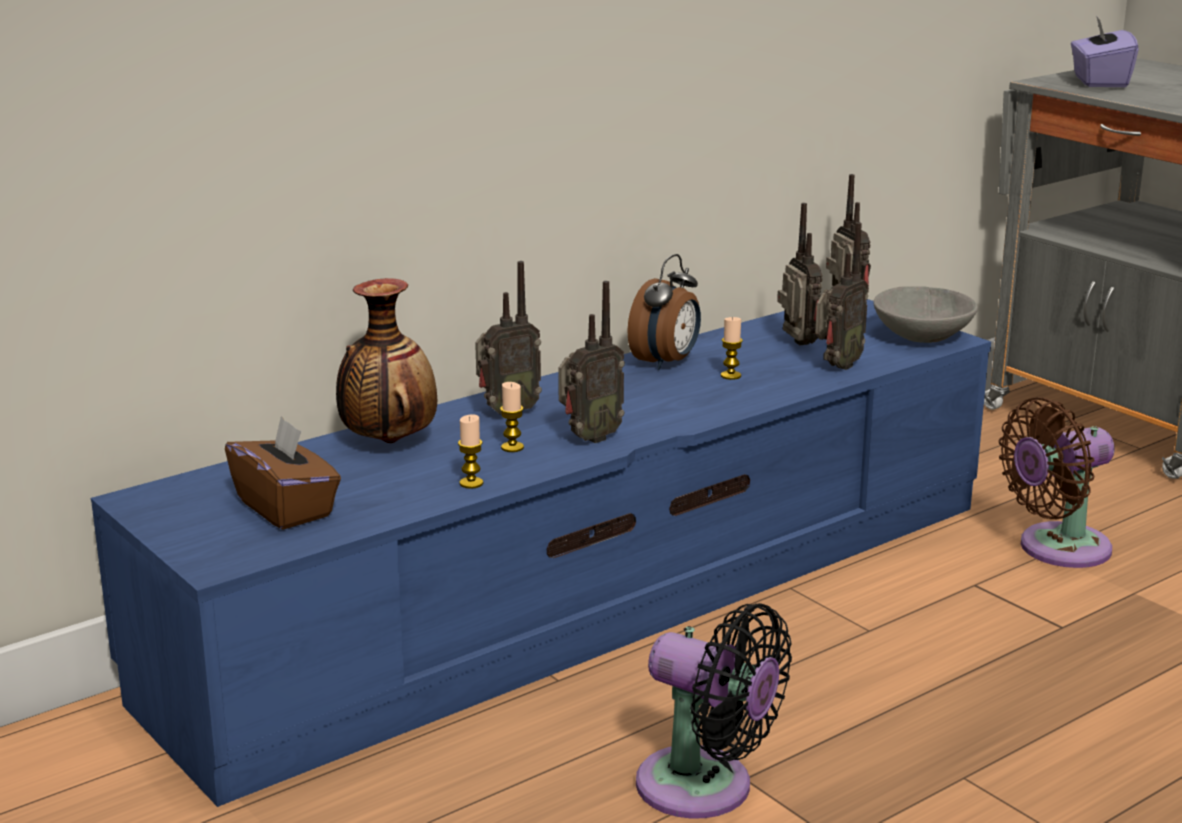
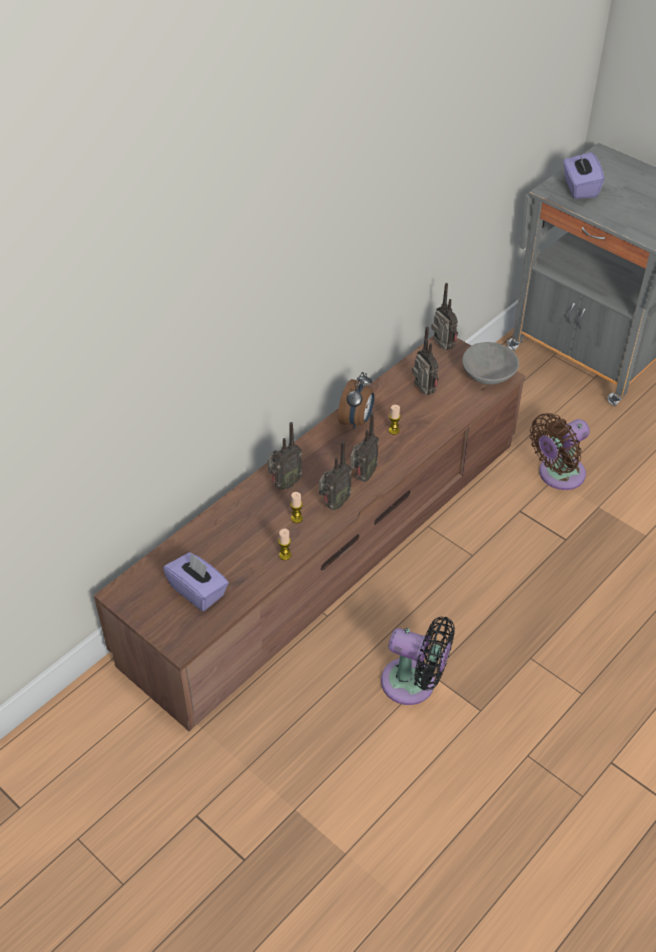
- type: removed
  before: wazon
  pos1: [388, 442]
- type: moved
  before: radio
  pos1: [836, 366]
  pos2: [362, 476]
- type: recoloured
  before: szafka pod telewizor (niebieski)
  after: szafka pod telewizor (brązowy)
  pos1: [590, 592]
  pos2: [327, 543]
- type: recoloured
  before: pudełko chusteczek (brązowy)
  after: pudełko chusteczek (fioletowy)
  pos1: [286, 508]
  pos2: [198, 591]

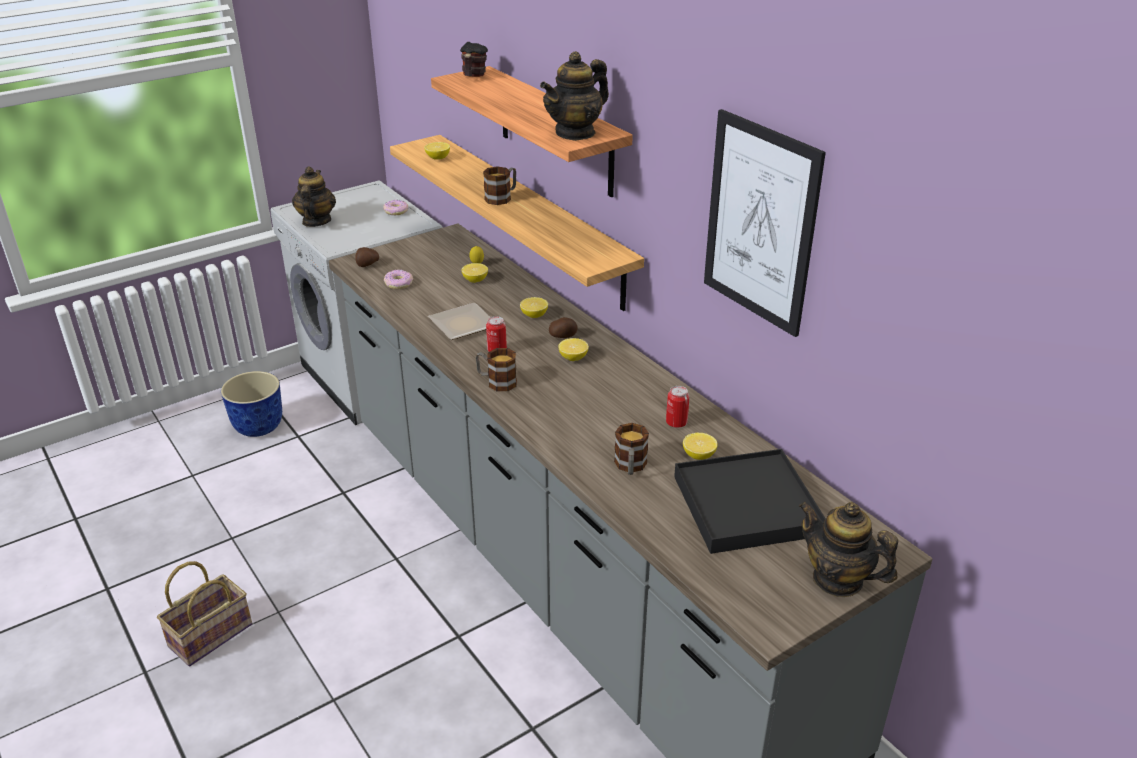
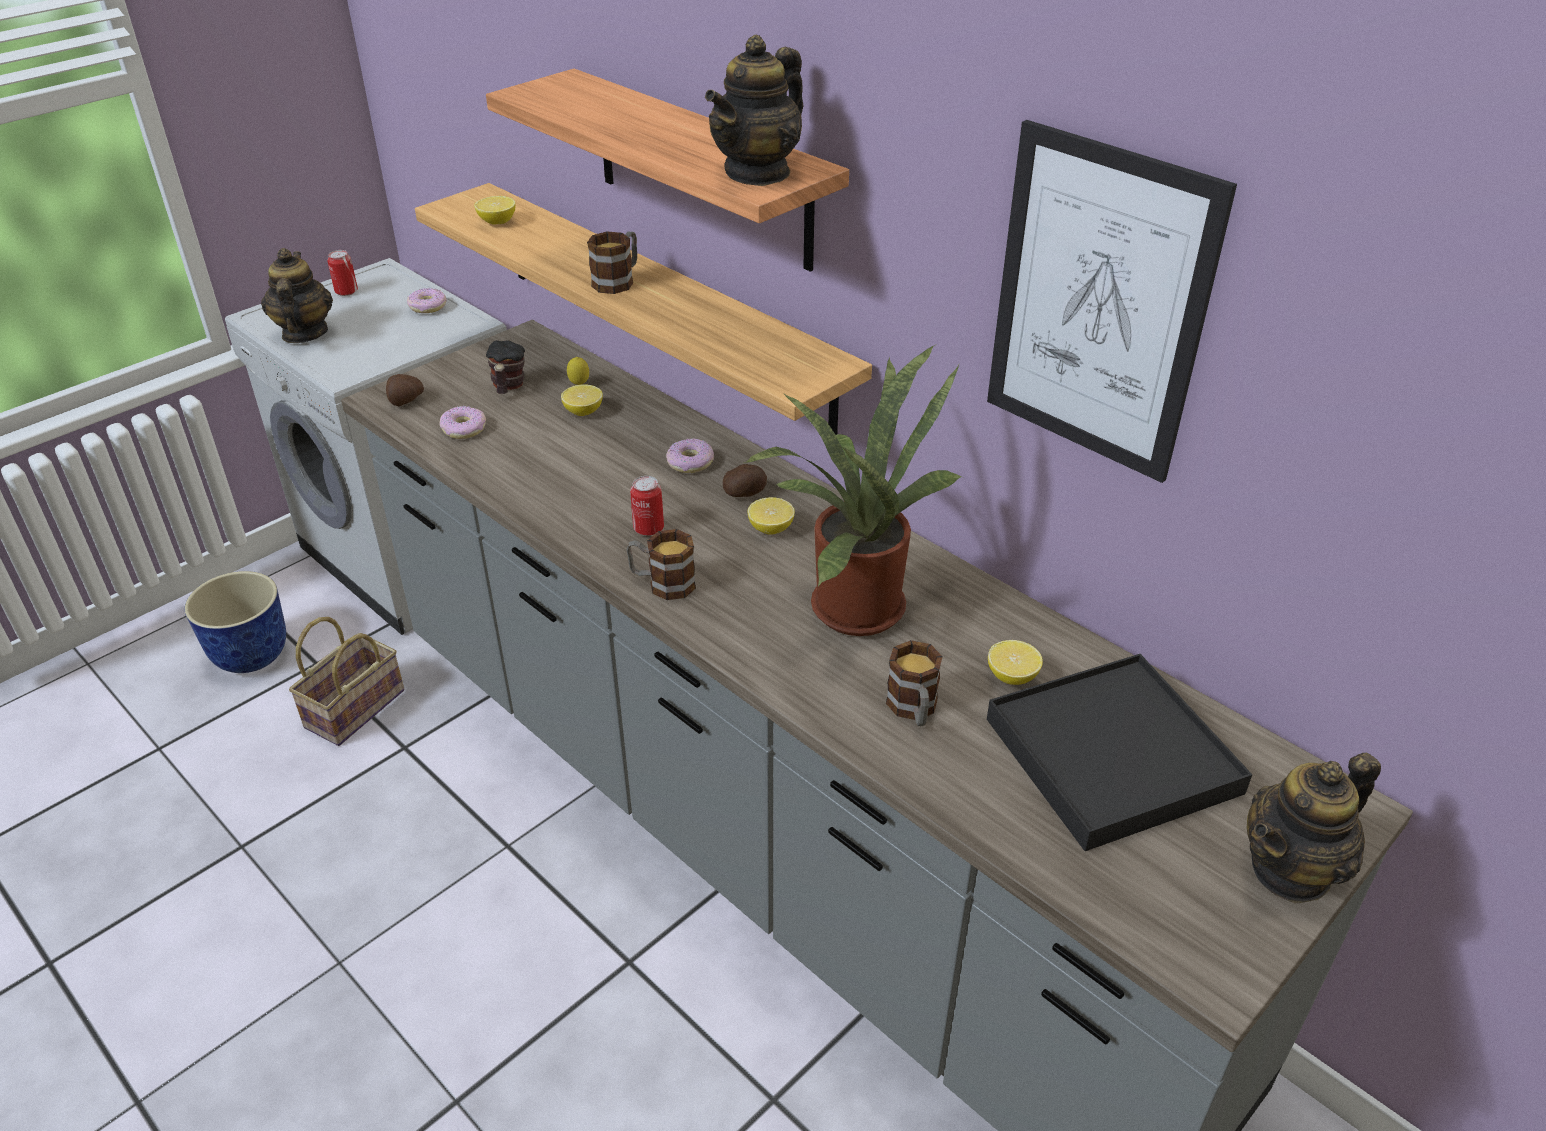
- type: removed
  before: talerz
  pos1: [464, 323]
- type: added
  after: roślina doniczkowa
  pos2: [851, 603]
- type: moved
  before: koszyk
  pos1: [211, 633]
  pos2: [355, 706]
- type: moved
  before: kubek
  pos1: [473, 76]
  pos2: [507, 387]
- type: moved
  before: puszka
  pos1: [676, 423]
  pos2: [346, 292]
- type: replaced
  before: cytryna
  after: donut
  pos1: [534, 315]
  pos2: [690, 462]
- type: turned
  before: imbryk
  pos1: [838, 579]
  pos2: [1291, 870]
  turn: -60

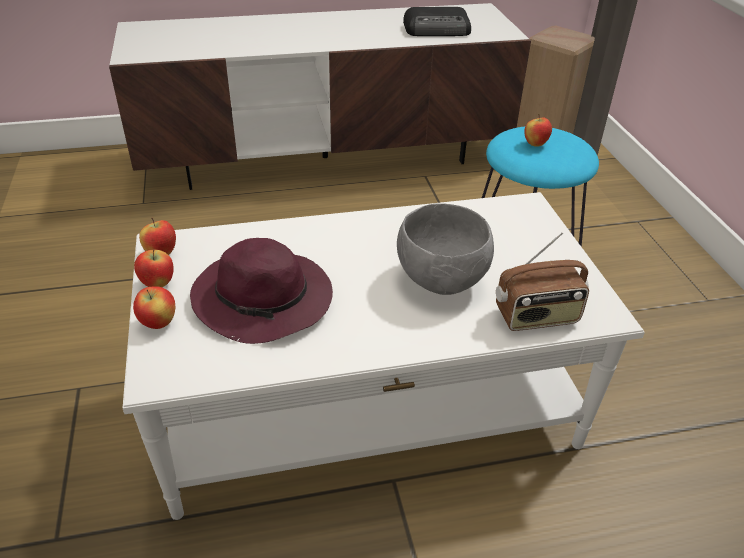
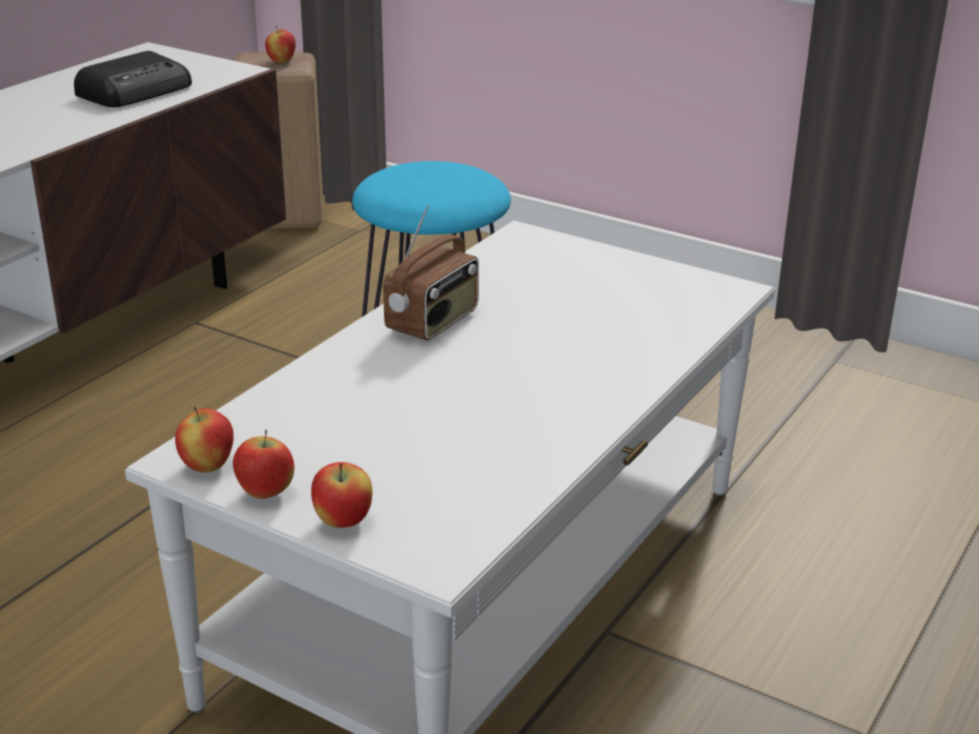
- type: removed
  before: kapelusz (fioletowy)
  pos1: [265, 301]
- type: removed
  before: miska (szary)
  pos1: [441, 279]
- type: moved
  before: radio
  pos1: [537, 317]
  pos2: [433, 322]
- type: moved
  before: jabłko
  pos1: [535, 144]
  pos2: [281, 62]

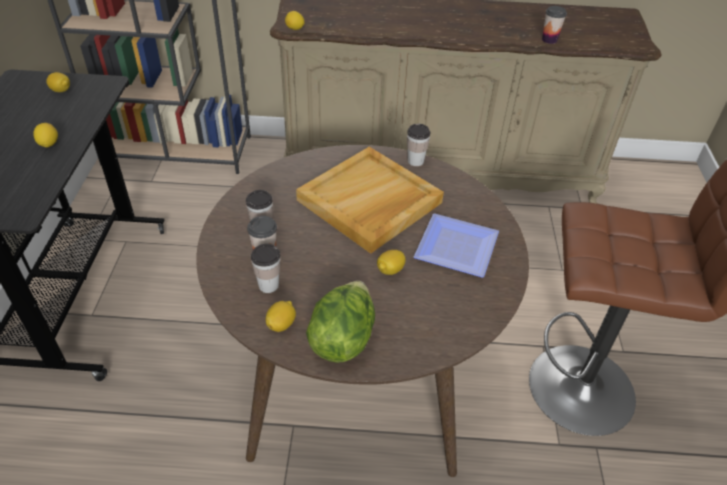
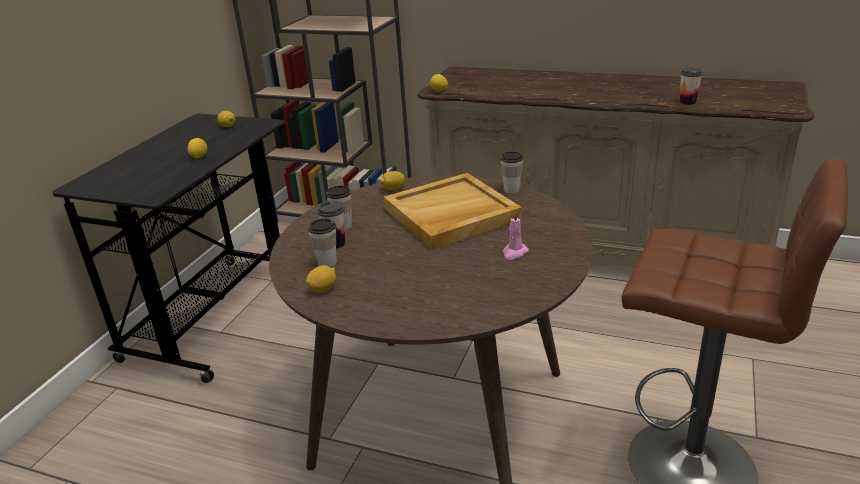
- type: removed
  before: sałata
  pos1: [342, 338]
- type: moved
  before: cytryna
  pos1: [390, 270]
  pos2: [393, 189]
- type: replaced
  before: talerz
  after: świeca (różowy)
  pos1: [453, 248]
  pos2: [514, 253]

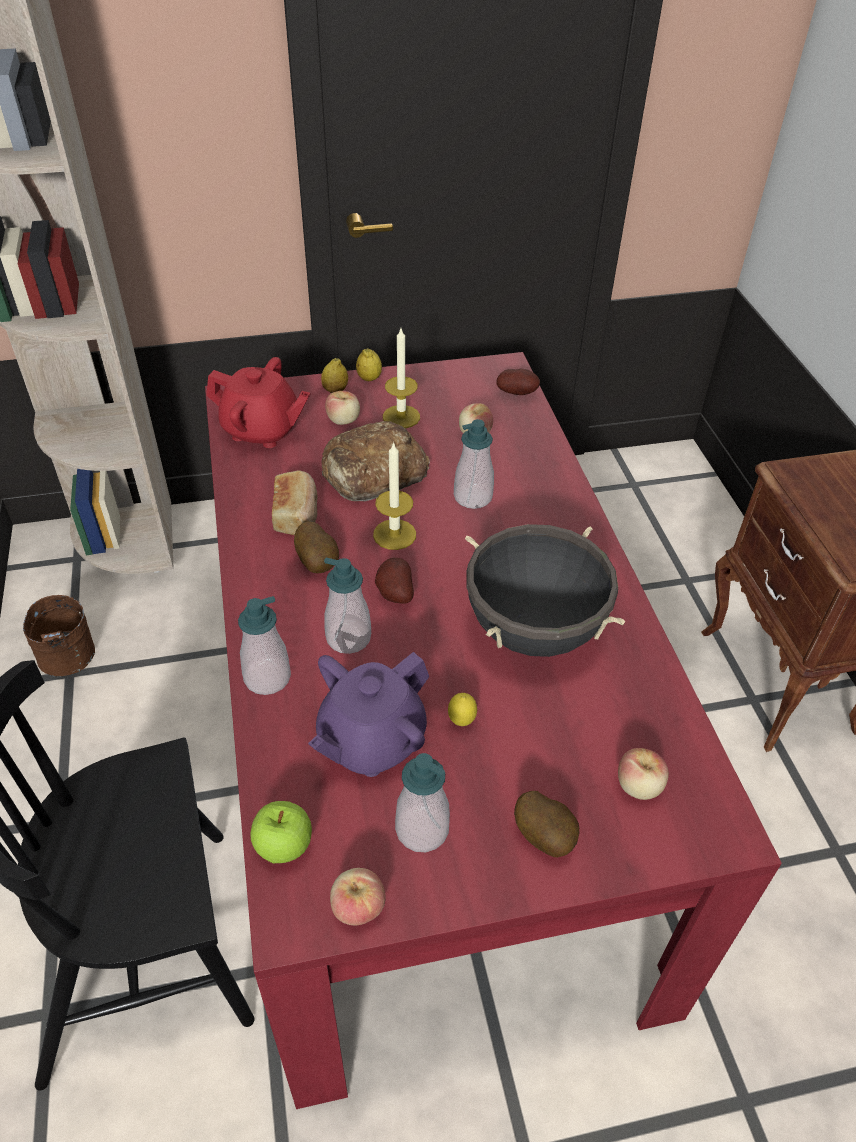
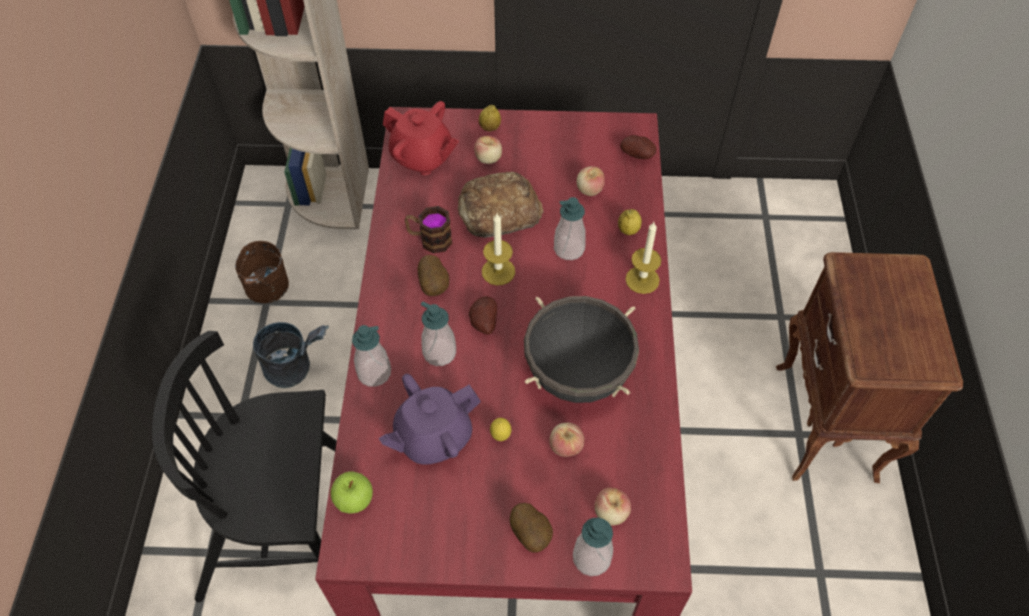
- type: added
  after: wiadro (szary)
  pos2: [296, 368]
- type: moved
  before: jabłko
  pos1: [358, 907]
  pos2: [565, 446]
- type: moved
  before: cytryna
  pos1: [369, 378]
  pos2: [628, 230]
- type: moved
  before: świeca
  pos1: [401, 417]
  pos2: [642, 279]
- type: moved
  before: dozownik mydła
  pos1: [422, 829]
  pos2: [591, 558]
- type: replaced
  before: chleb
  after: kubek
  pos1: [296, 514]
  pos2: [429, 239]

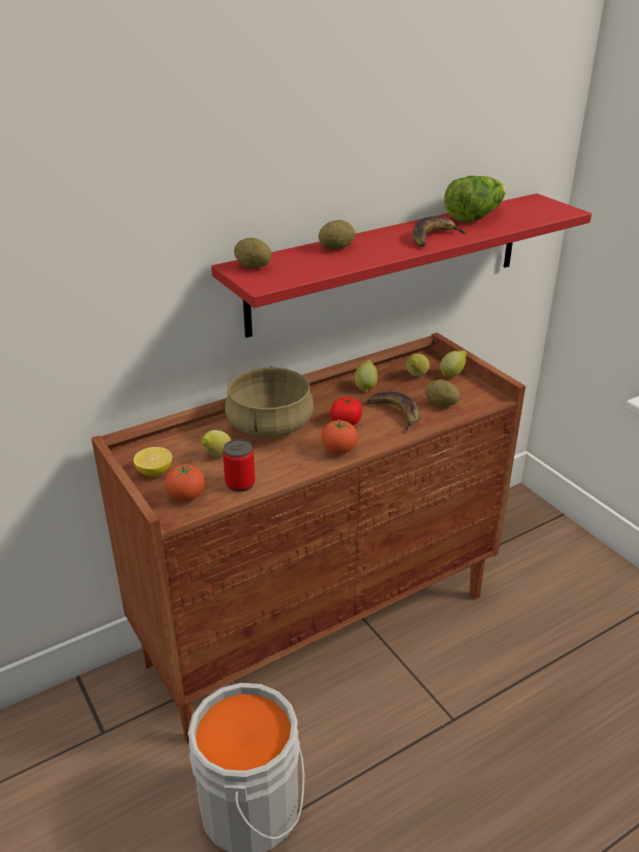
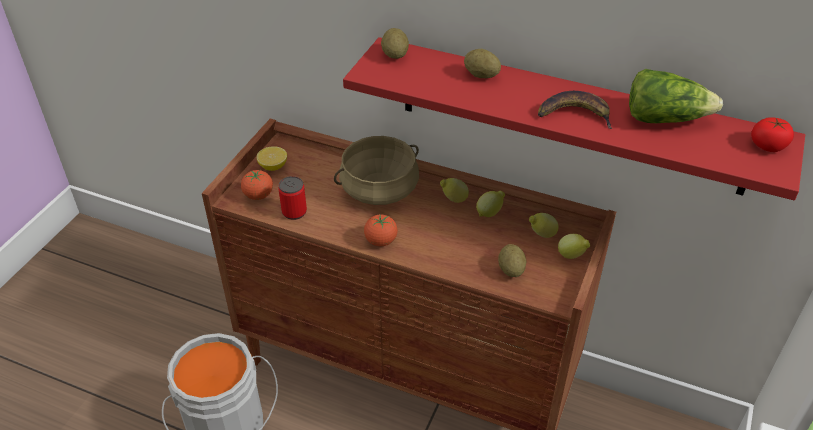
- type: removed
  before: banan
  pos1: [396, 414]
- type: moved
  before: cytryna
  pos1: [216, 455]
  pos2: [453, 199]
- type: moved
  before: pomidor
  pos1: [346, 421]
  pos2: [768, 145]

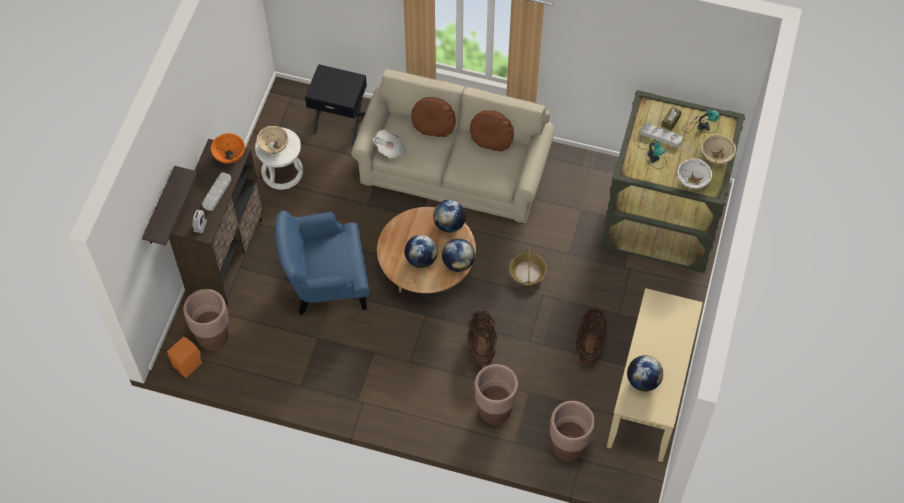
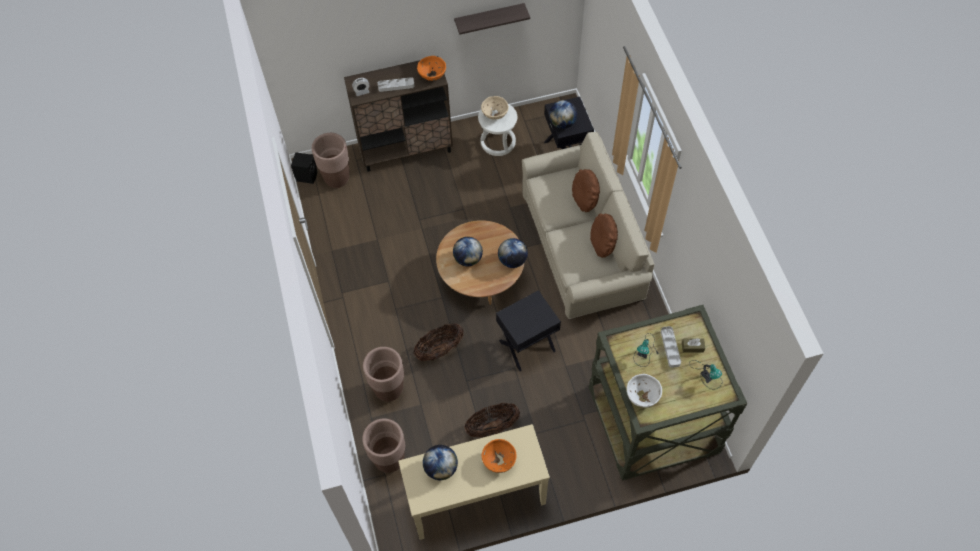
- type: removed
  before: fotel (niebieski)
  pos1: [326, 282]
- type: removed
  before: gazeta
  pos1: [391, 150]
- type: removed
  before: miska (beżowy)
  pos1: [716, 157]
- type: added
  after: miska (pomarańczowy)
  pos2: [499, 461]
- type: moved
  before: półka
  pos1: [160, 208]
  pos2: [489, 19]
- type: moved
  before: globus
  pos1: [458, 263]
  pos2: [562, 123]
- type: replaced
  before: koszyk
  after: stolik (czarny)
  pos1: [527, 272]
  pos2: [527, 346]
- type: recoloured
  before: głośnik (pomarańczowy)
  after: głośnik (czarny)
  pos1: [186, 363]
  pos2: [307, 175]

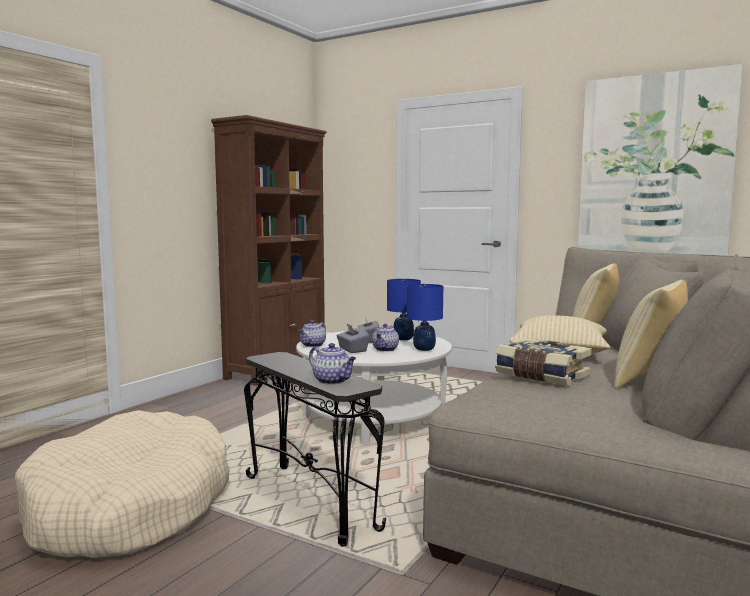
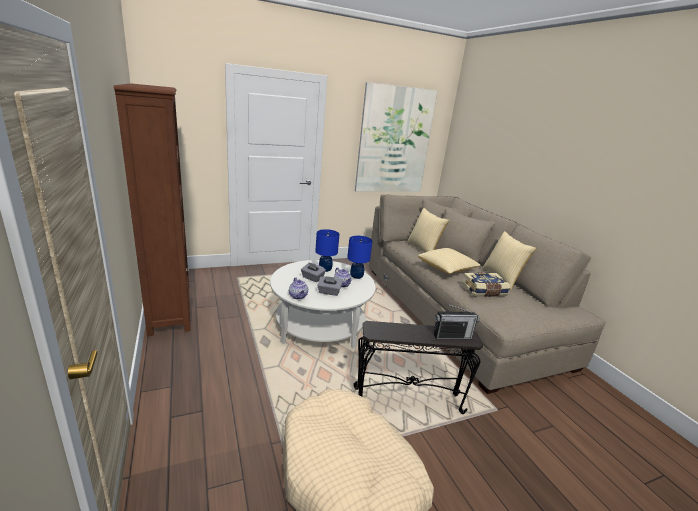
- type: replaced
  before: imbryk
  after: radio
  pos1: [333, 381]
  pos2: [452, 336]

